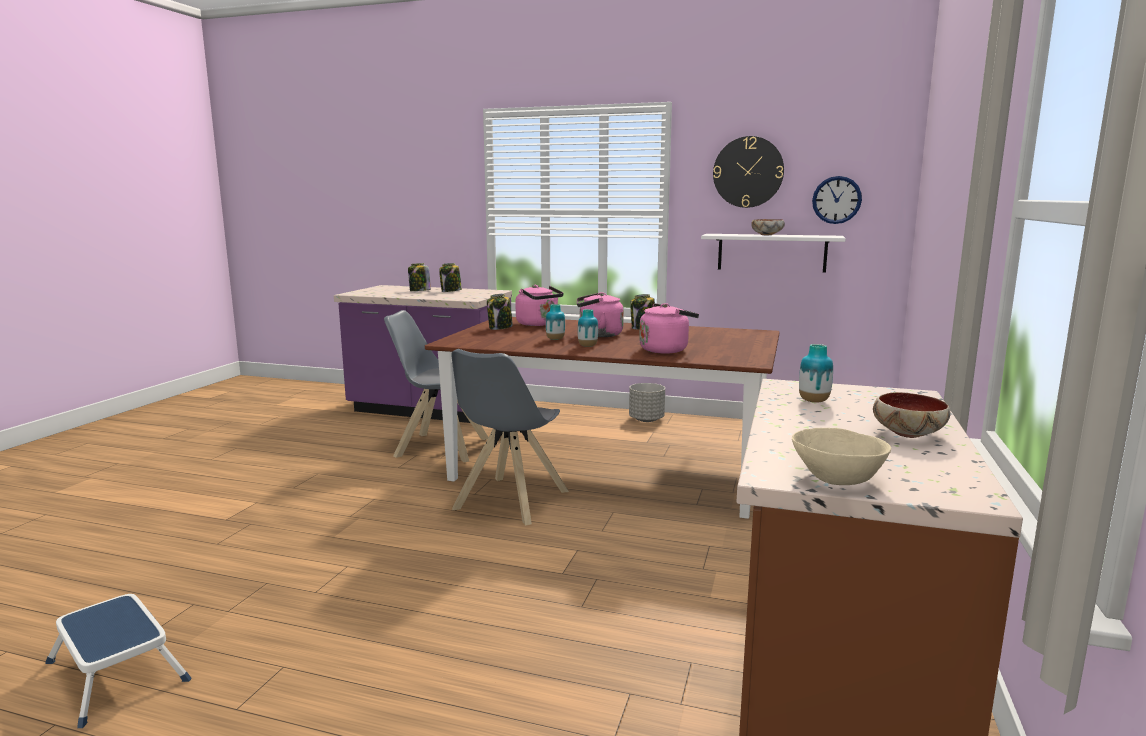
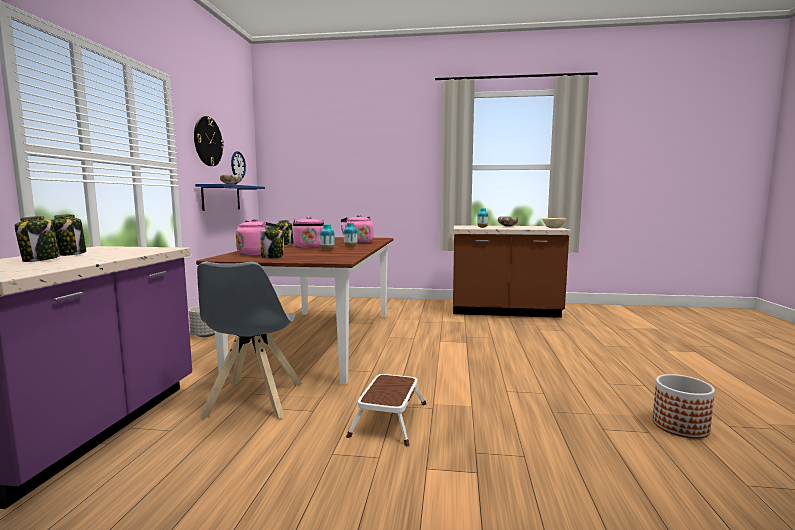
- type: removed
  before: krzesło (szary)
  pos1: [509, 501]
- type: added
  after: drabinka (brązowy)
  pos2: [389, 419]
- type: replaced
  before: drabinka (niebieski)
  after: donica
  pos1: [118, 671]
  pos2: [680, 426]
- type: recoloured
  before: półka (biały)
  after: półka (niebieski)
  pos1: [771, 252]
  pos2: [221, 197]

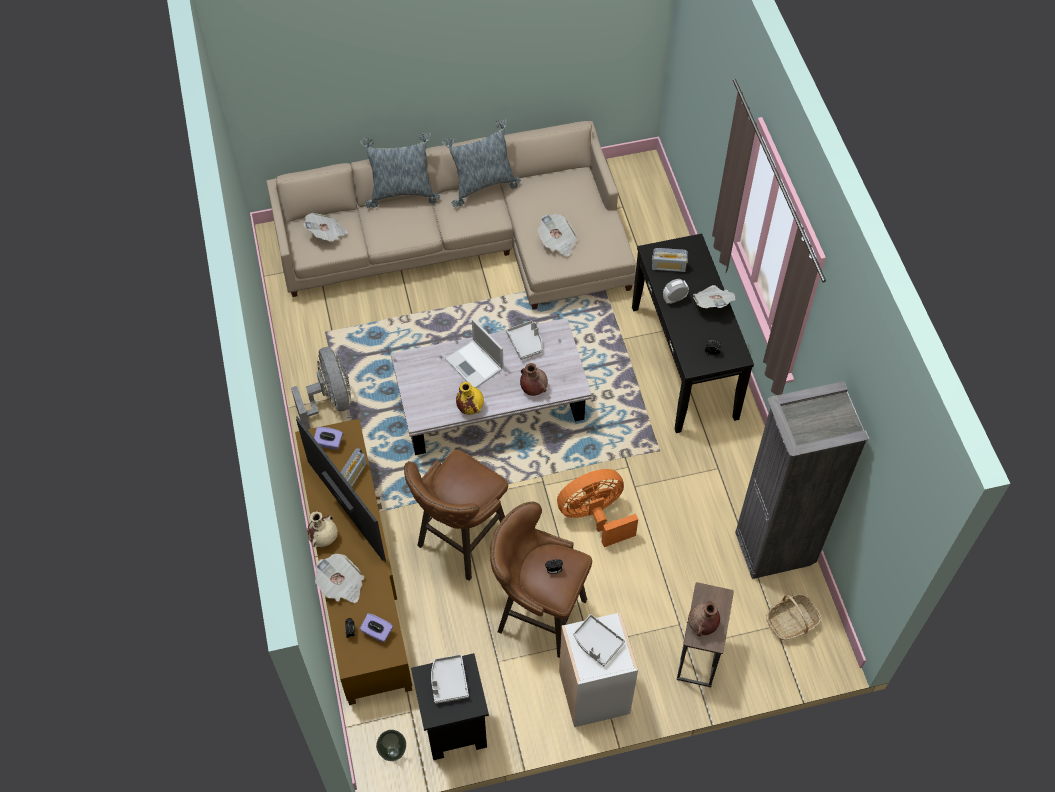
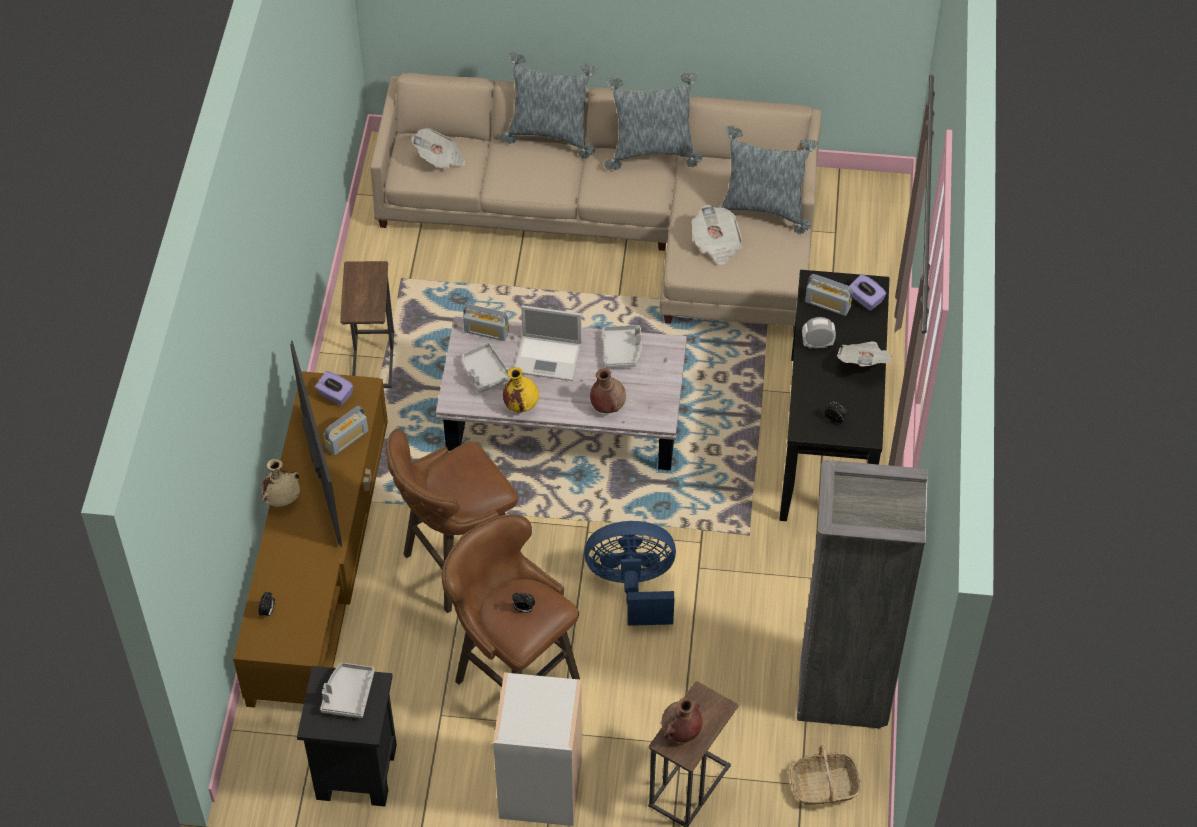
- type: removed
  before: gazeta
  pos1: [341, 585]
- type: removed
  before: wazon
  pos1: [392, 752]
- type: added
  after: radio
  pos2: [486, 332]
- type: added
  after: poduszka
  pos2: [762, 213]
- type: moved
  before: pudełko chusteczek (fioletowy)
  pos1: [377, 632]
  pos2: [865, 300]
- type: moved
  before: taca (szary)
  pos1: [597, 643]
  pos2: [484, 373]
- type: replaced
  before: wentylator (szary)
  after: stolik (brązowy)
  pos1: [330, 401]
  pos2: [372, 359]
- type: recoloured
  before: wentylator (pomarańczowy)
  after: wentylator (niebieski)
  pos1: [595, 516]
  pos2: [633, 587]
- type: turned
  before: laptop
  pos1: [475, 365]
  pos2: [549, 358]
  turn: -60

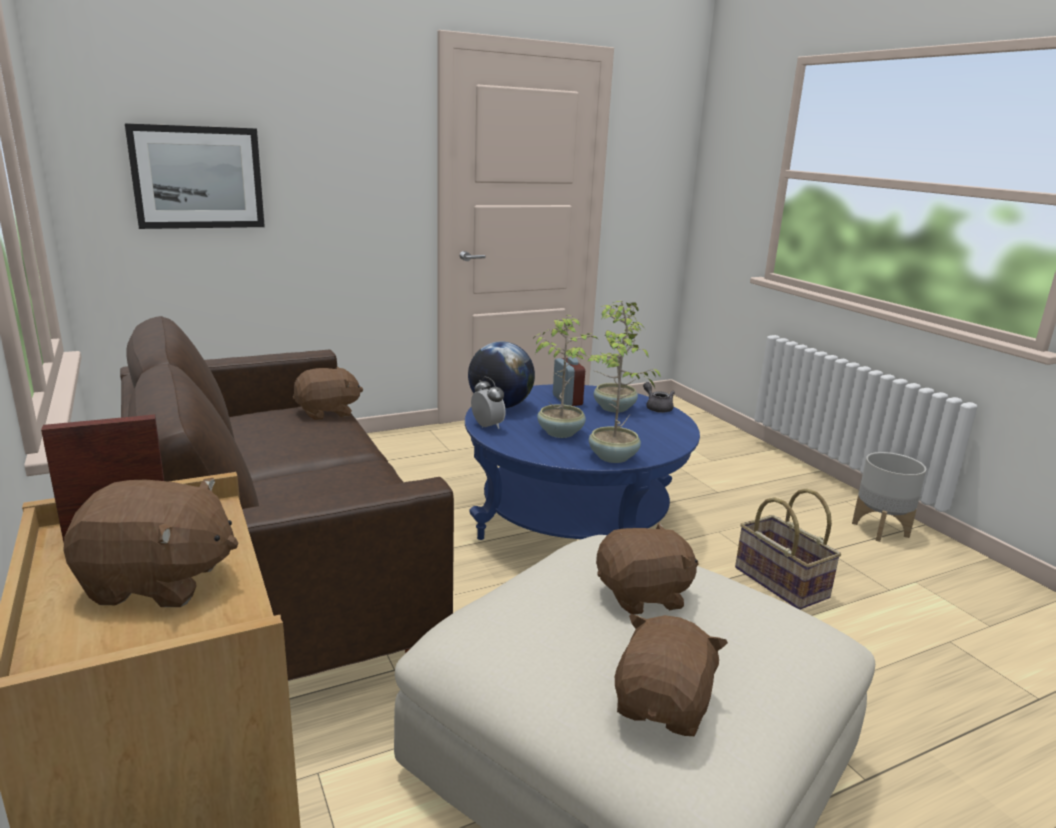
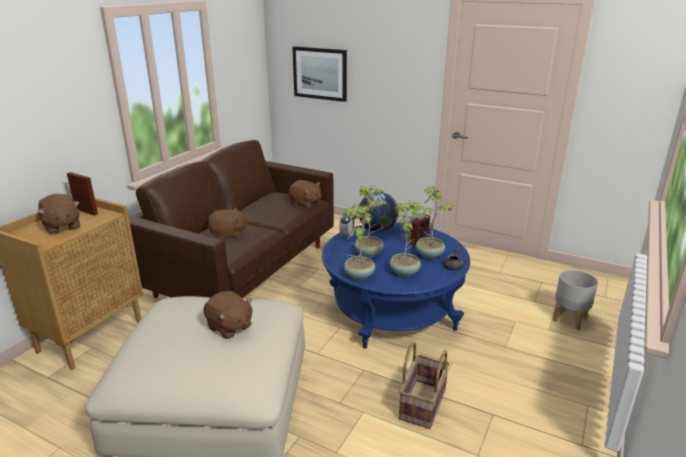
- type: added
  after: roślina doniczkowa
  pos2: [405, 272]
- type: moved
  before: pluszak (brązowy)
  pos1: [663, 706]
  pos2: [228, 235]
- type: moved
  before: donica (szary)
  pos1: [880, 529]
  pos2: [570, 319]

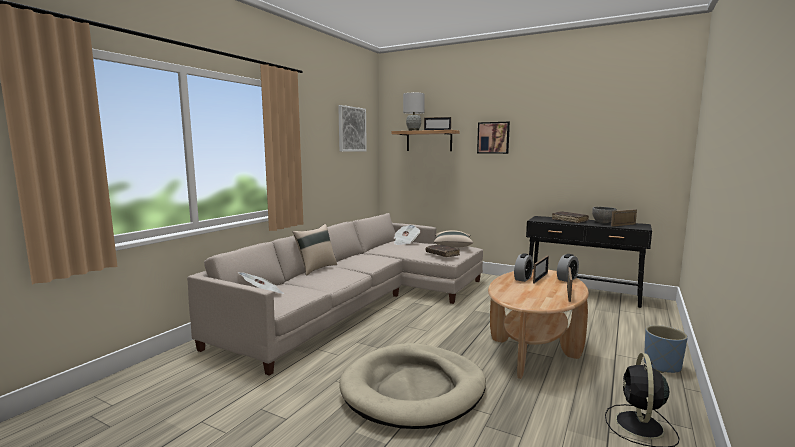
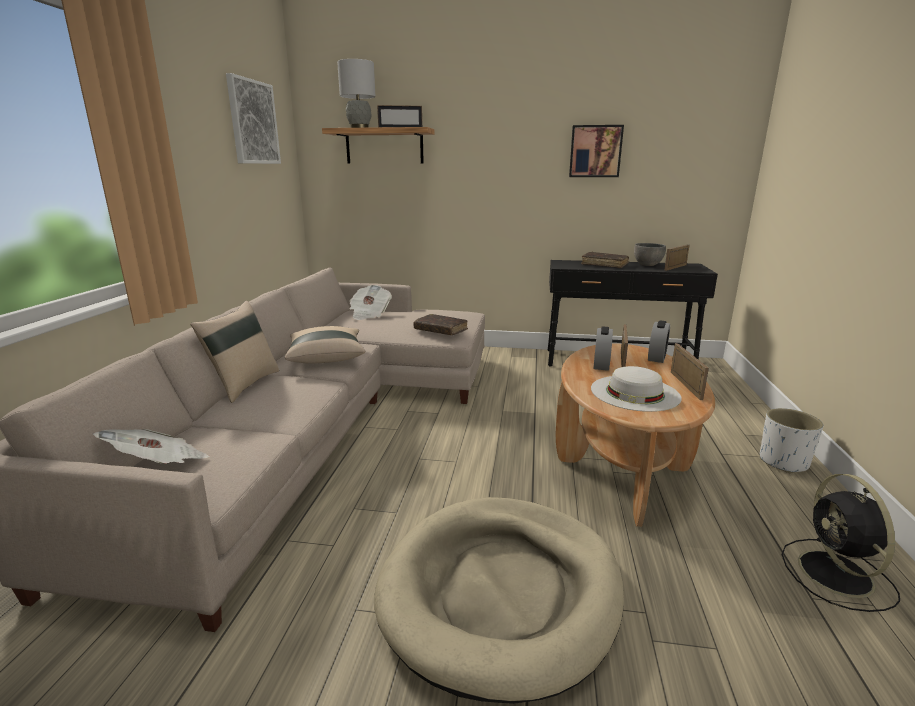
- type: added
  after: kapelusz (biały)
  pos2: [635, 393]
- type: moved
  before: poduszka (beżowy)
  pos1: [452, 246]
  pos2: [326, 357]
- type: moved
  before: obraz
  pos1: [493, 137]
  pos2: [595, 151]
- type: recoloured
  before: donica (niebieski)
  after: donica (biały)
  pos1: [662, 366]
  pos2: [783, 462]

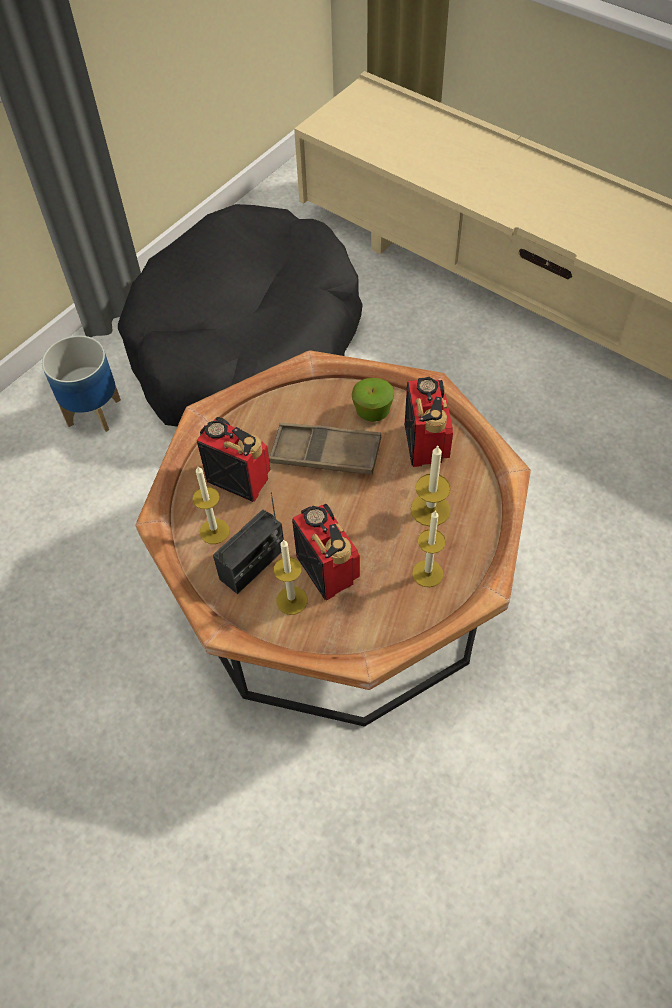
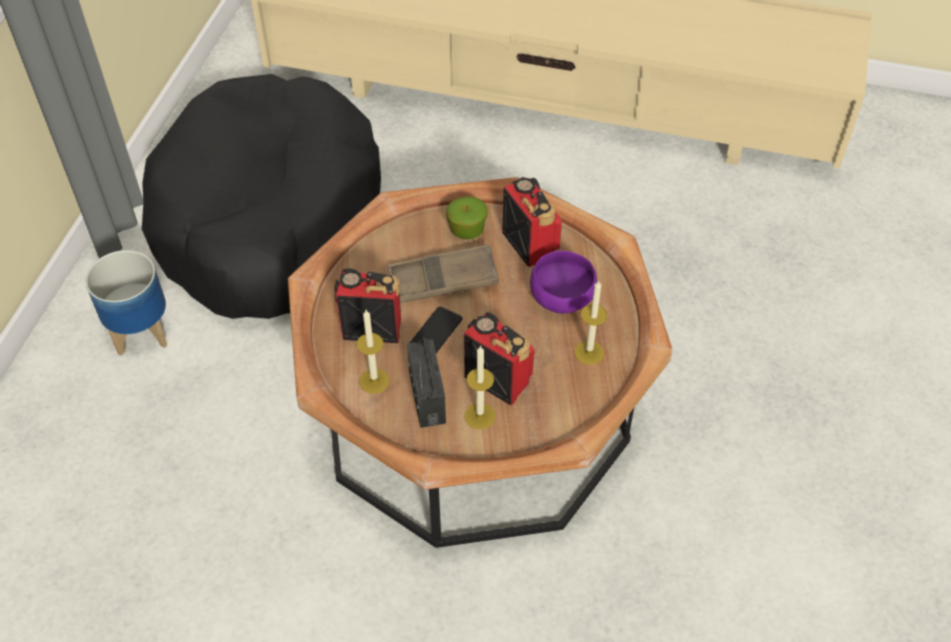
- type: added
  after: telefon
  pos2: [435, 332]
- type: replaced
  before: świeca
  after: miska (fioletowy)
  pos1: [430, 509]
  pos2: [563, 298]
- type: turned
  before: radio
  pos1: [252, 564]
  pos2: [426, 397]
  turn: 150

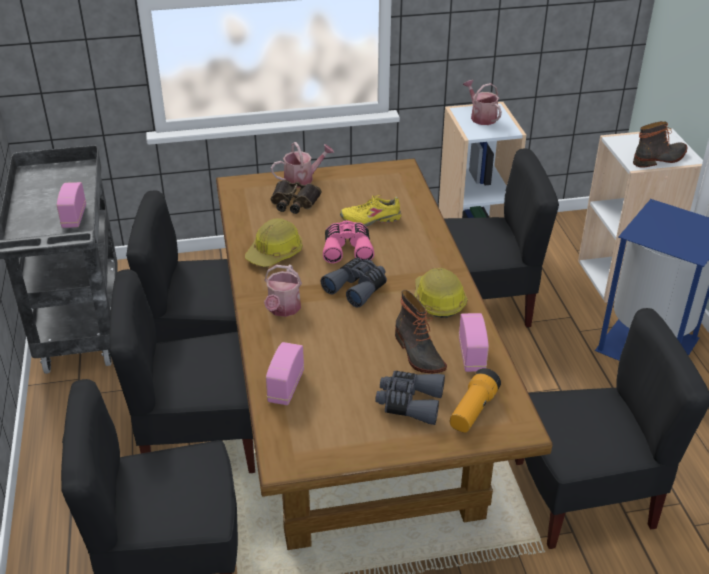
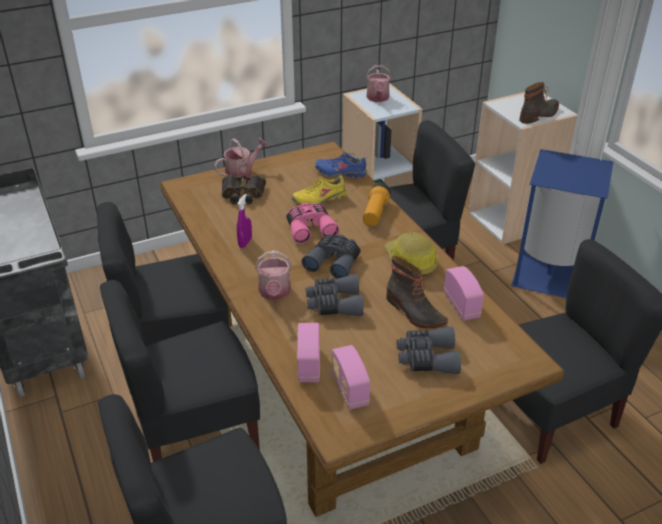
- type: added
  after: lornetka (szary)
  pos2: [334, 304]
- type: added
  after: but (niebieski)
  pos2: [341, 173]
- type: moved
  before: radio
  pos1: [74, 217]
  pos2: [349, 390]
- type: moved
  before: latarka
  pos1: [473, 410]
  pos2: [375, 213]
- type: replaced
  before: kask
  after: spryskiwacz (fioletowy)
  pos1: [275, 253]
  pos2: [245, 243]
- type: turned
  before: konewka
  pos1: [481, 117]
  pos2: [378, 98]
  turn: -135

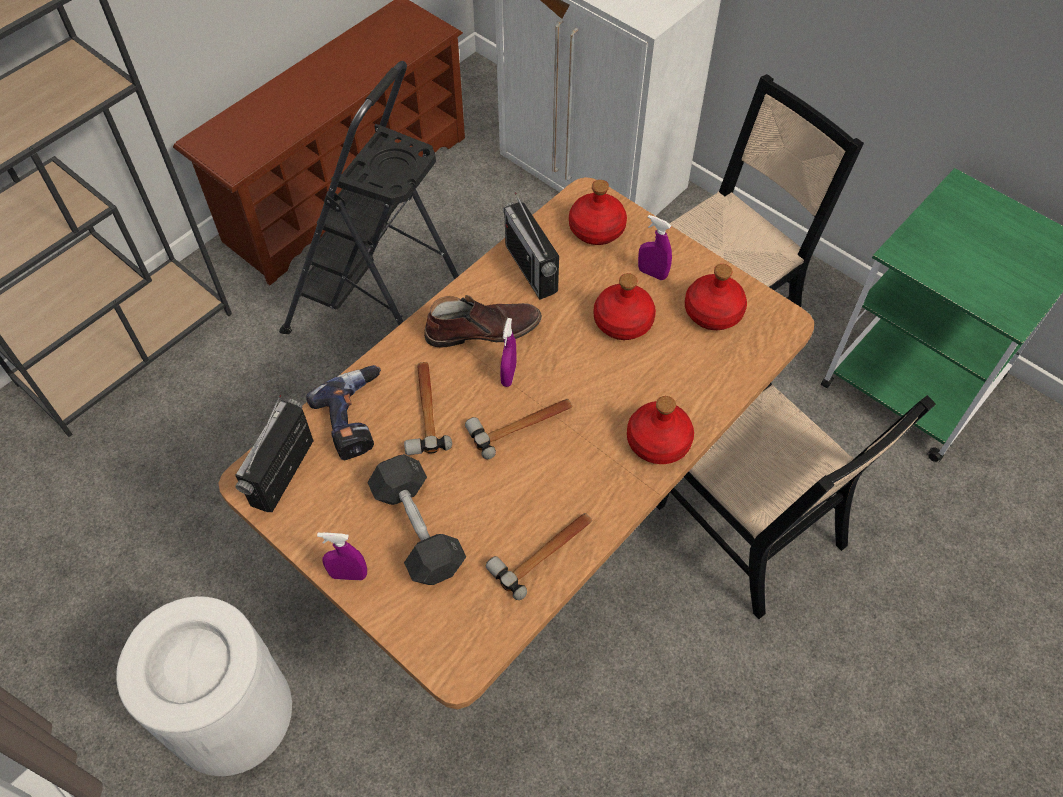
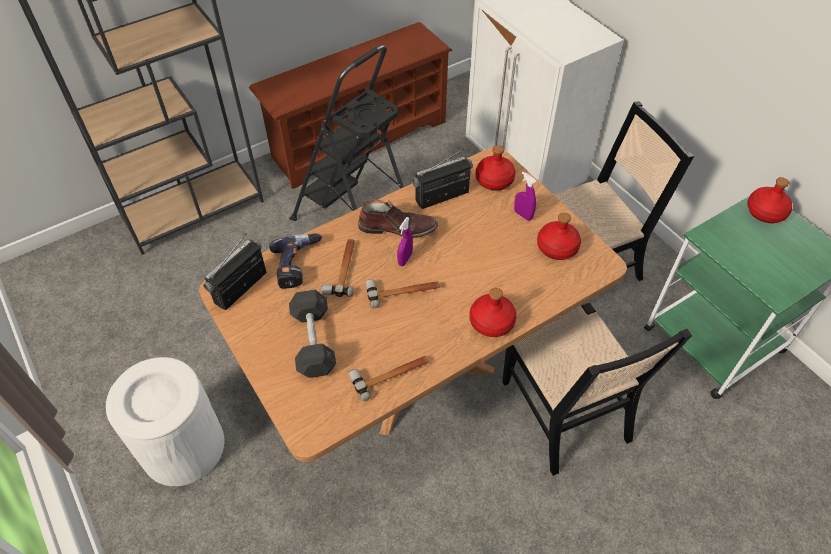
- type: removed
  before: spryskiwacz (fioletowy)
  pos1: [348, 575]
- type: moved
  before: butelka (czerwony)
  pos1: [622, 322]
  pos2: [765, 212]
- type: turned
  before: radio
  pos1: [531, 268]
  pos2: [442, 196]
  turn: 75

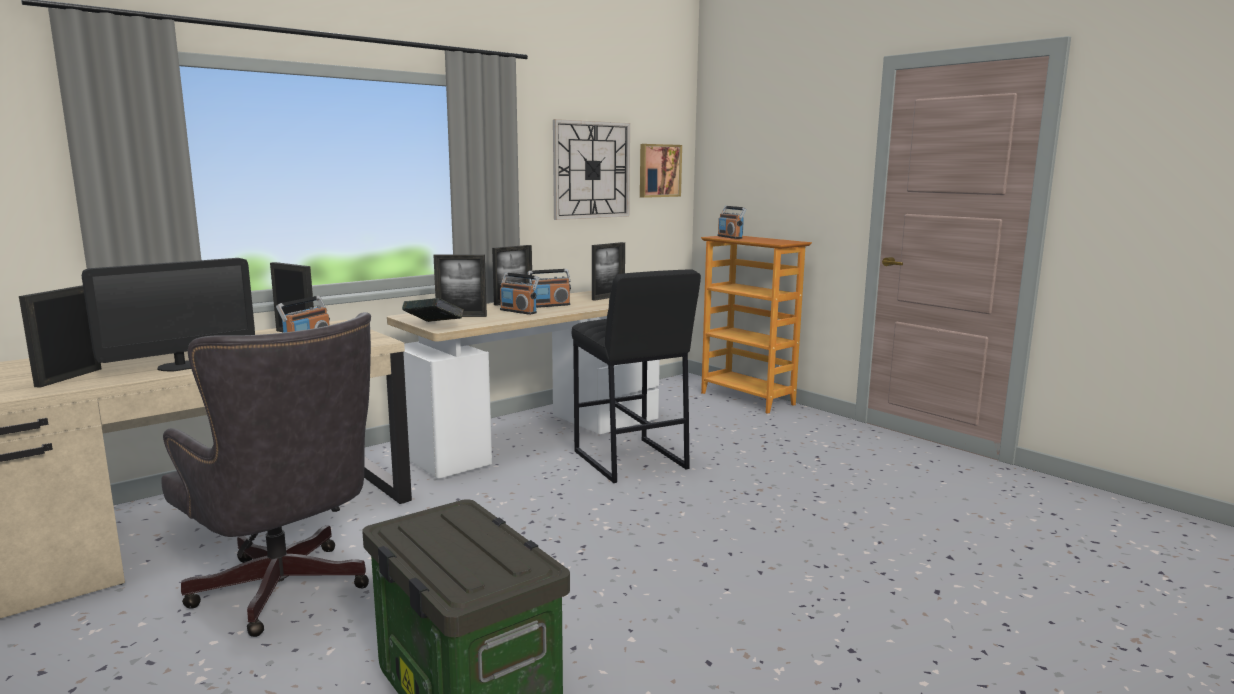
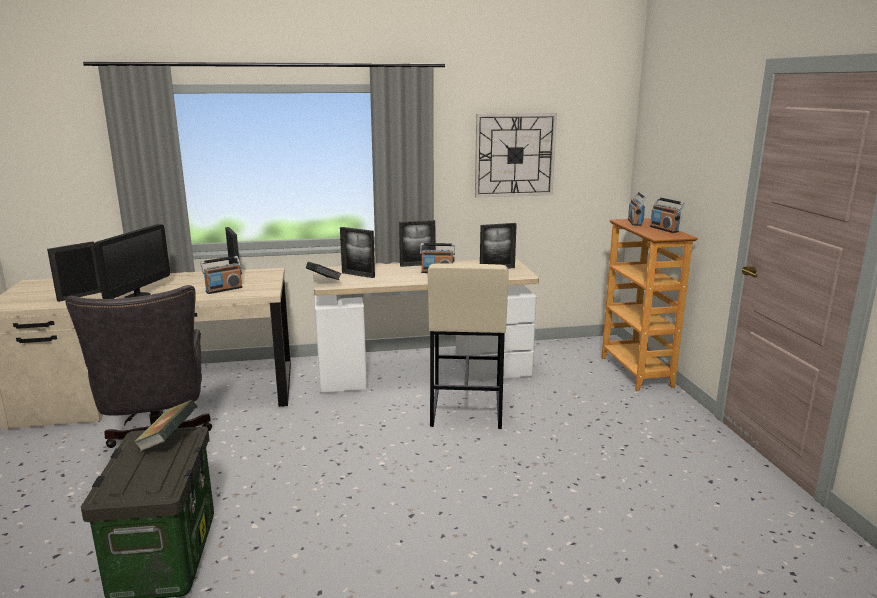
- type: removed
  before: obraz
  pos1: [659, 170]
- type: added
  after: książka
  pos2: [168, 441]
- type: moved
  before: radio
  pos1: [518, 311]
  pos2: [664, 229]
- type: recoloured
  before: stołek (czarny)
  after: stołek (beżowy)
  pos1: [631, 461]
  pos2: [466, 410]
- type: turned
  before: monitor
  pos1: [180, 366]
  pos2: [137, 296]
  turn: -60

